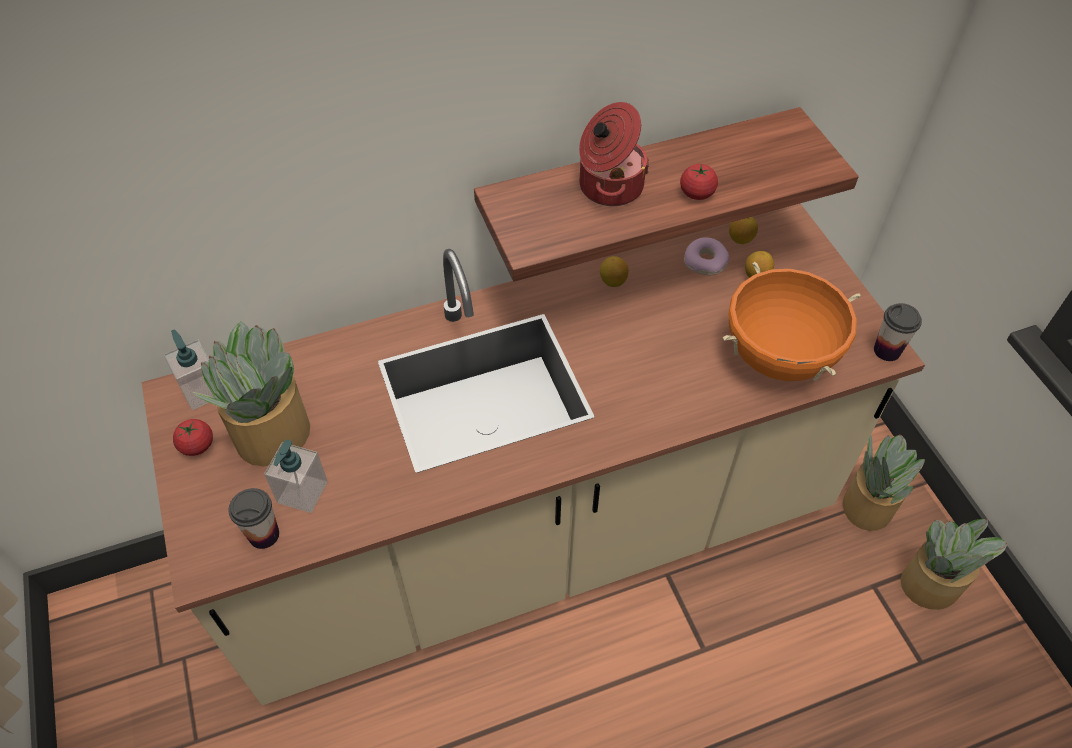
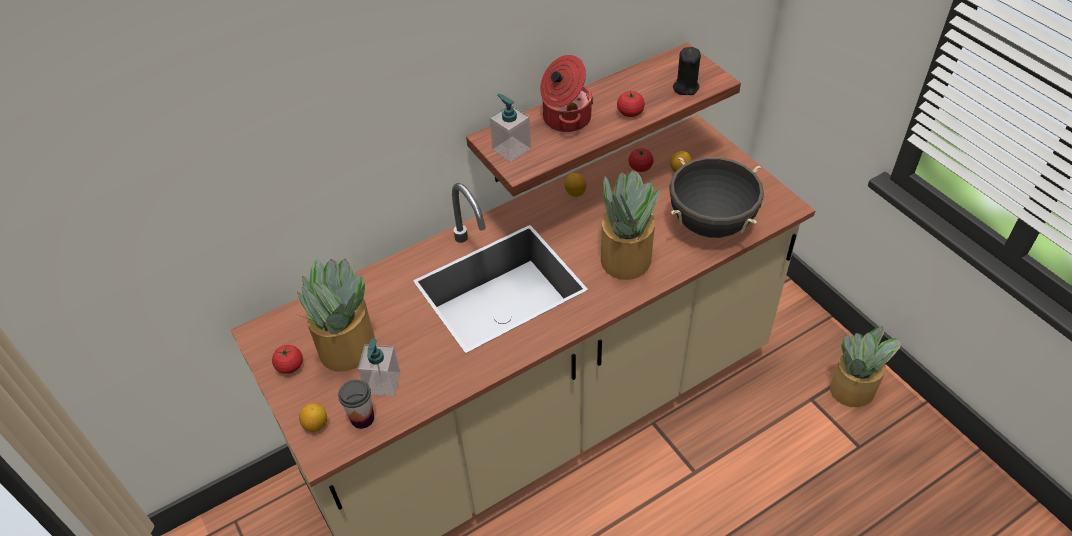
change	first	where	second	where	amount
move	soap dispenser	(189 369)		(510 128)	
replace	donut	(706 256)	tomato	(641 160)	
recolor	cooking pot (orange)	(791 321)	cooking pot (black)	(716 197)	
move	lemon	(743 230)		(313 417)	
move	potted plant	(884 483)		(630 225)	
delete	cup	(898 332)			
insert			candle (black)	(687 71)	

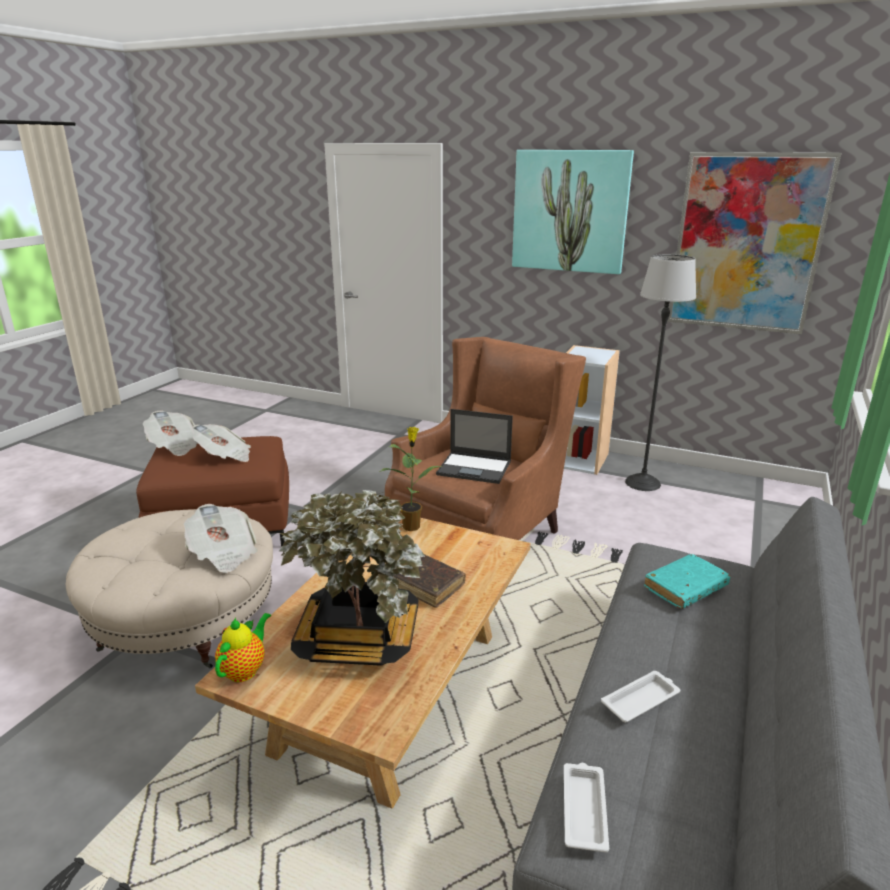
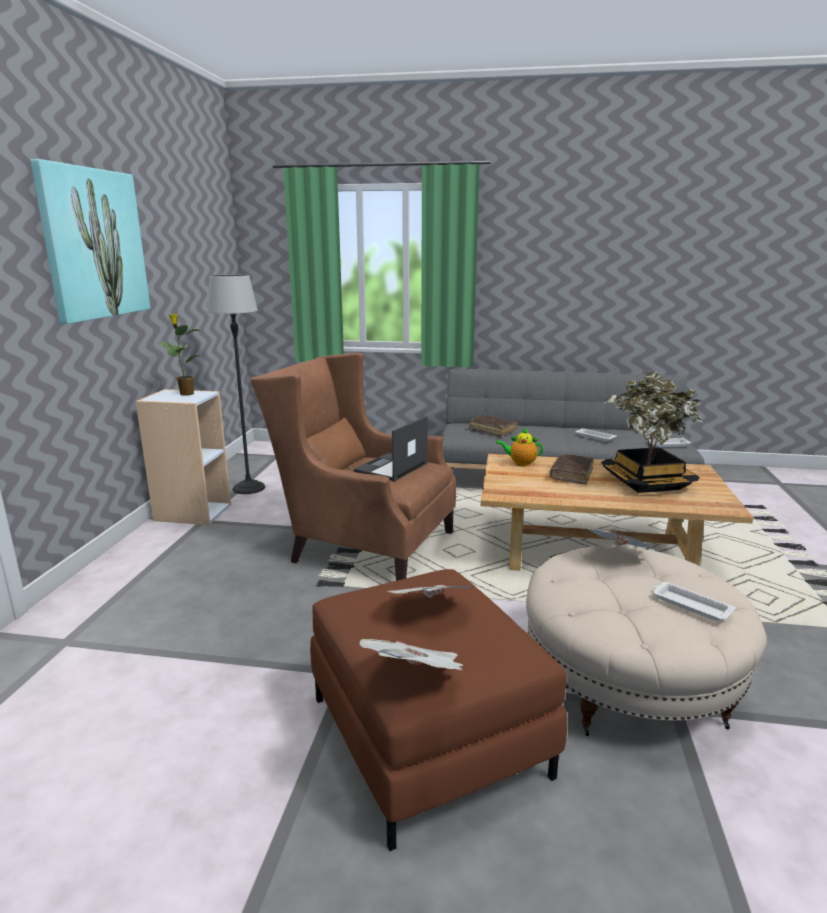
change	first	where	second	where	amount
move	teapot	(243 647)		(519 446)	
move	potted plant	(411 479)		(179 355)	
rotate	laptop	(474 446)		(390 448)	150 degrees counterclockwise
recolor	book (turquoise)	(687 581)	book (brown)	(493 425)	
delete	picture	(754 243)			
insert			tray (white)	(694 601)	

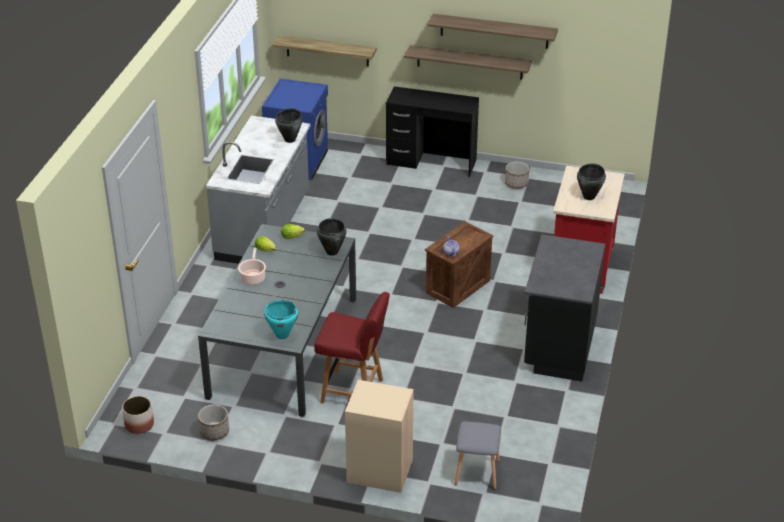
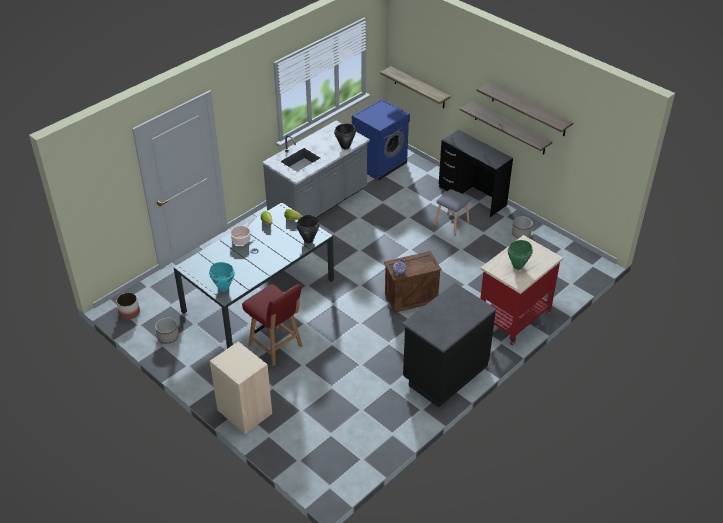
change	first	where	second	where	amount
move	stool (grey)	(477 455)		(452 212)	
recolor	cooking pot (black)	(591 181)	cooking pot (green)	(520 255)	

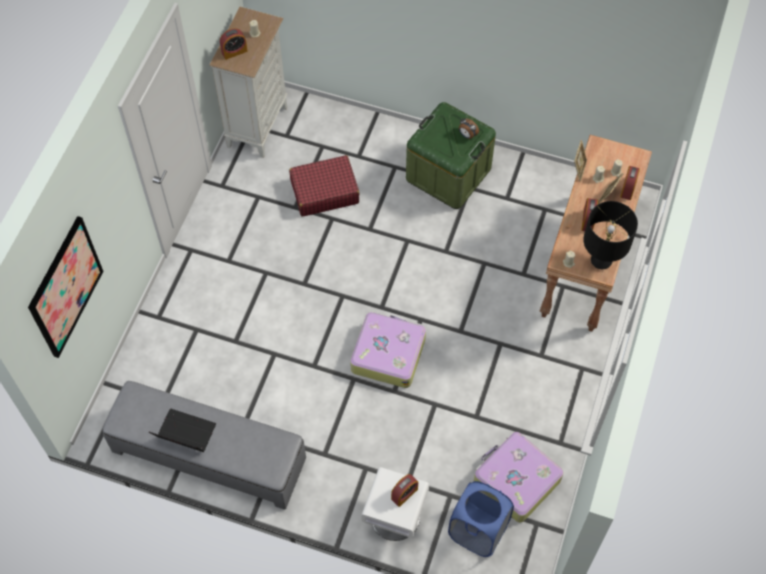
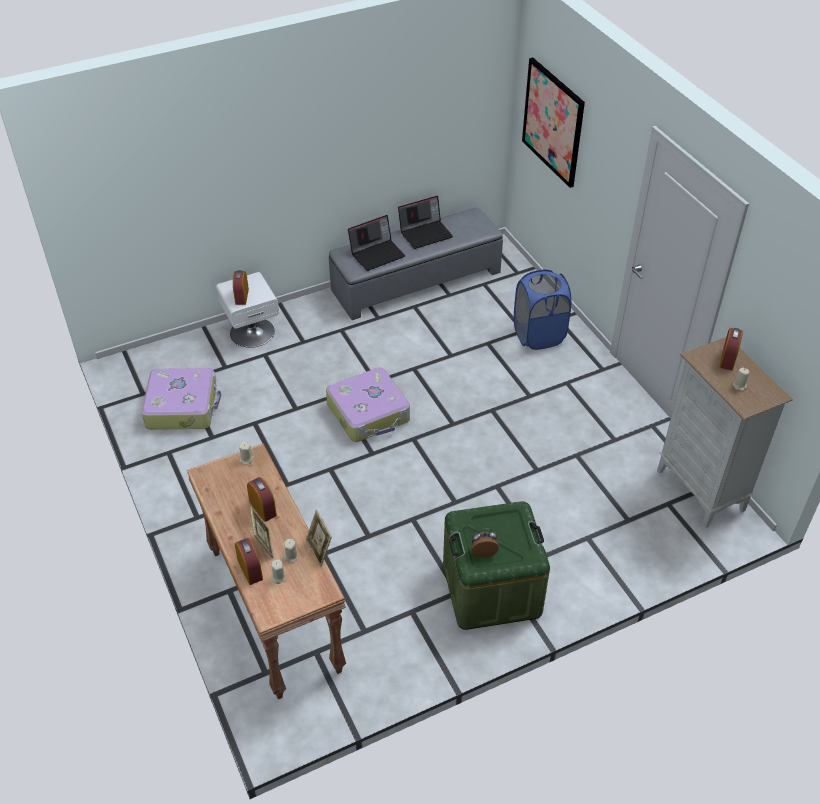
change	first	where	second	where	amount
delete	suitcase (red)	(324 186)			
move	laundry basket (blue)	(481 519)		(542 309)	
delete	table lamp (black)	(610 235)			
insert			laptop	(376 243)	

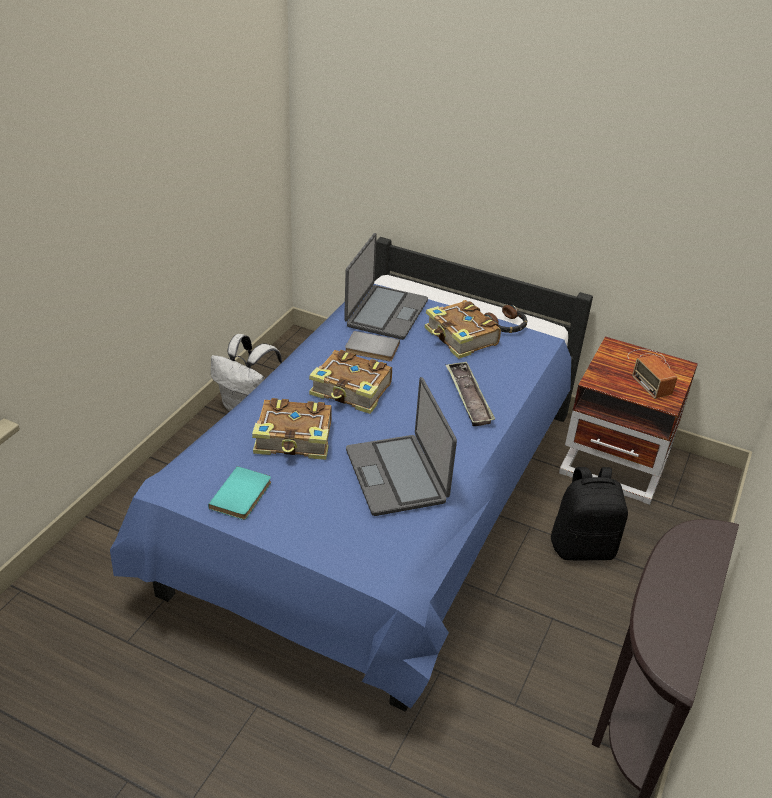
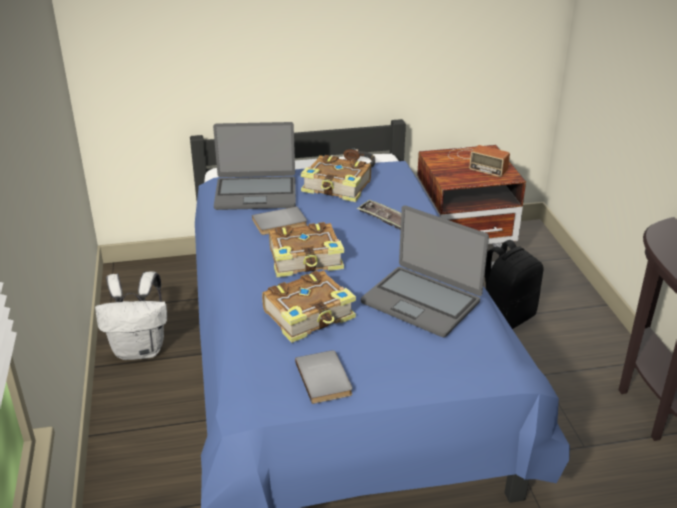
change	first	where	second	where	amount
recolor	book (turquoise)	(239 493)	book (grey)	(323 377)	
rotate	laptop	(386 286)		(254 166)	105 degrees clockwise

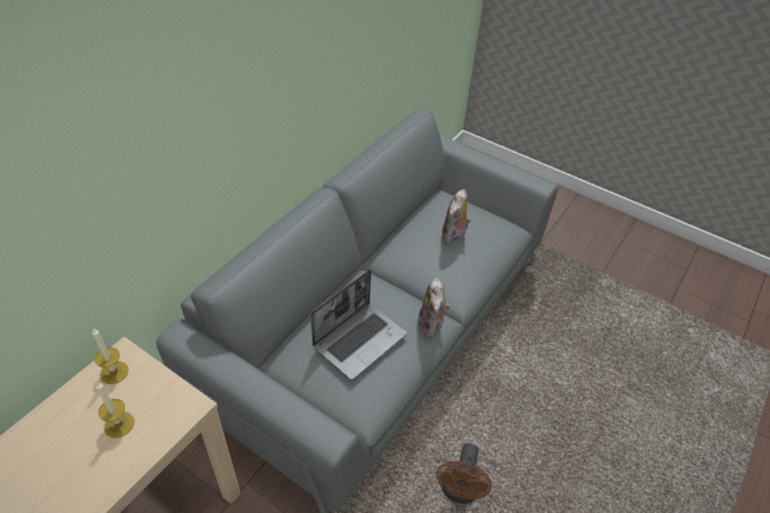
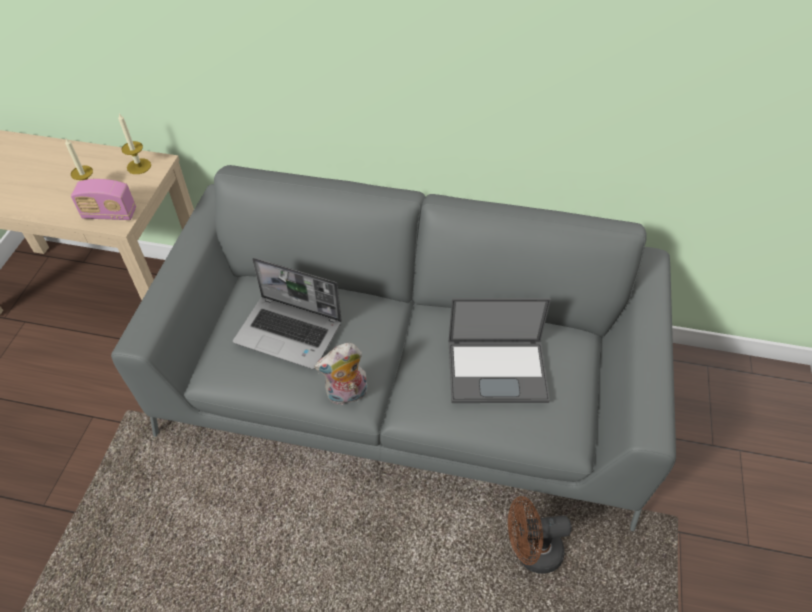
change	first	where	second	where	amount
move	fan (brown)	(464 473)		(540 535)	
replace	plush toy	(456 217)	laptop	(500 350)	
insert			radio	(103 199)	

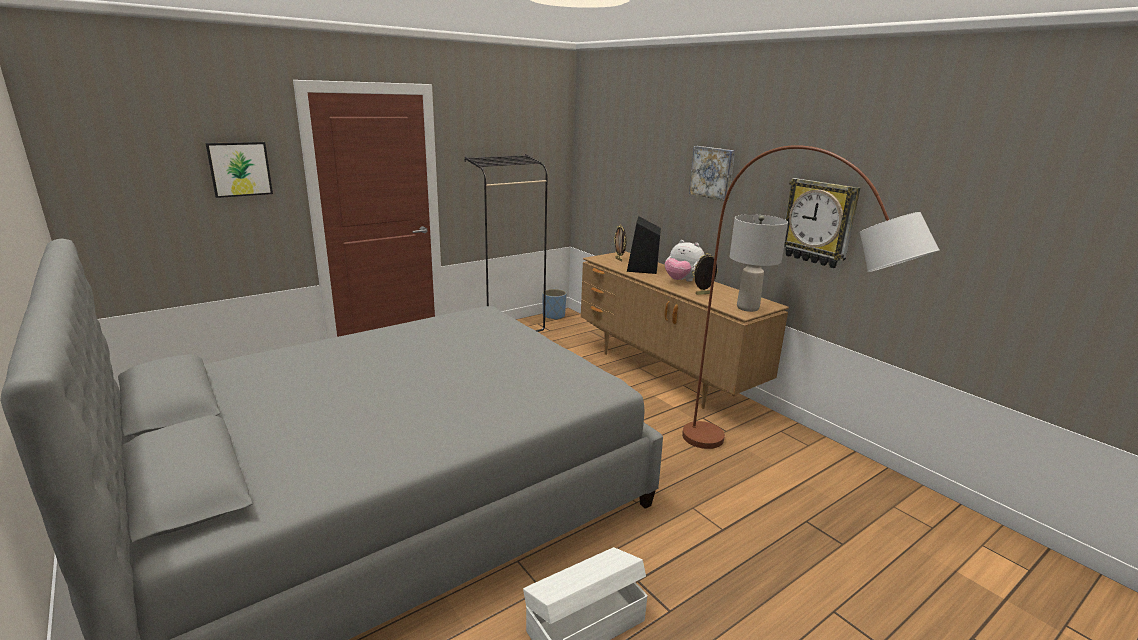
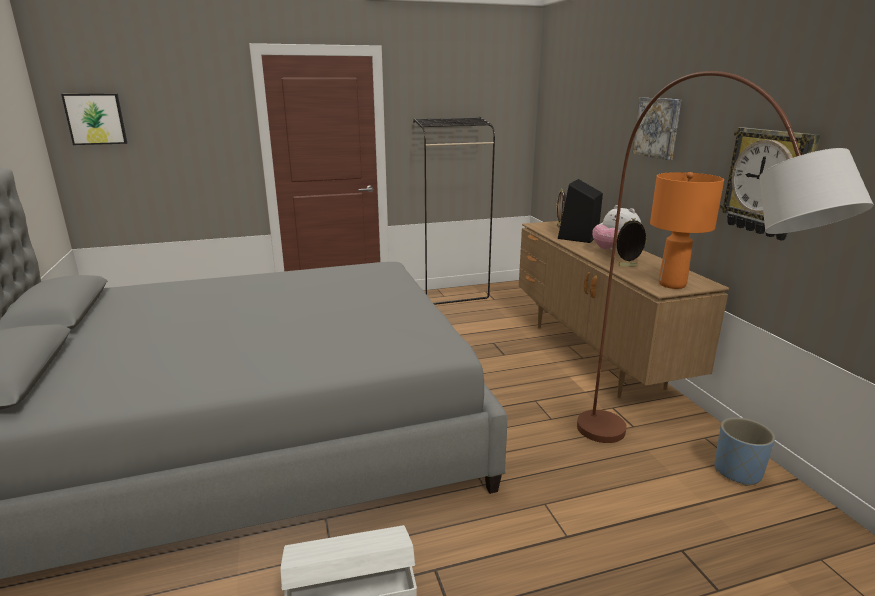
change	first	where	second	where	amount
move	picture	(239 170)		(94 119)	
move	planter (blue)	(554 304)		(745 451)	
recolor	table lamp (grey)	(759 263)	table lamp (orange)	(687 230)	

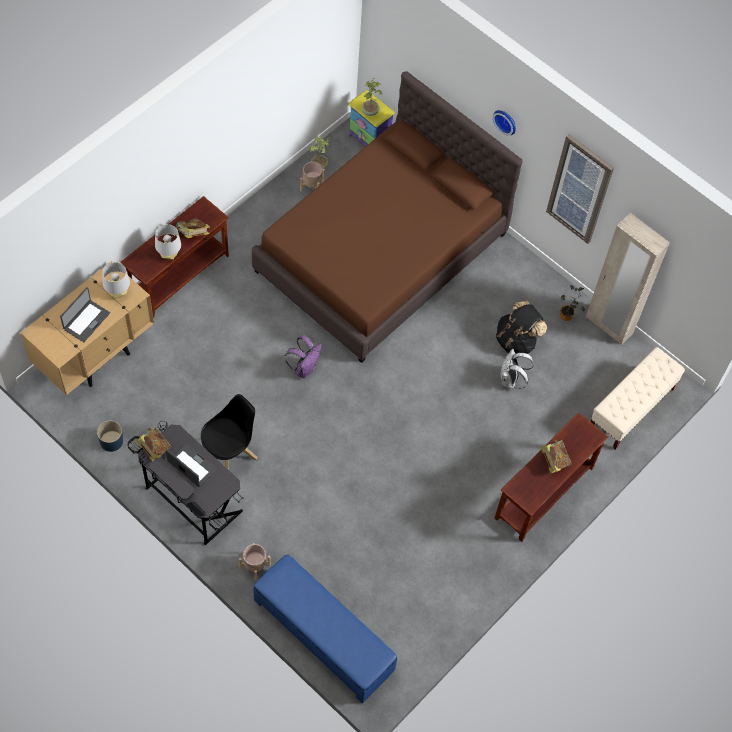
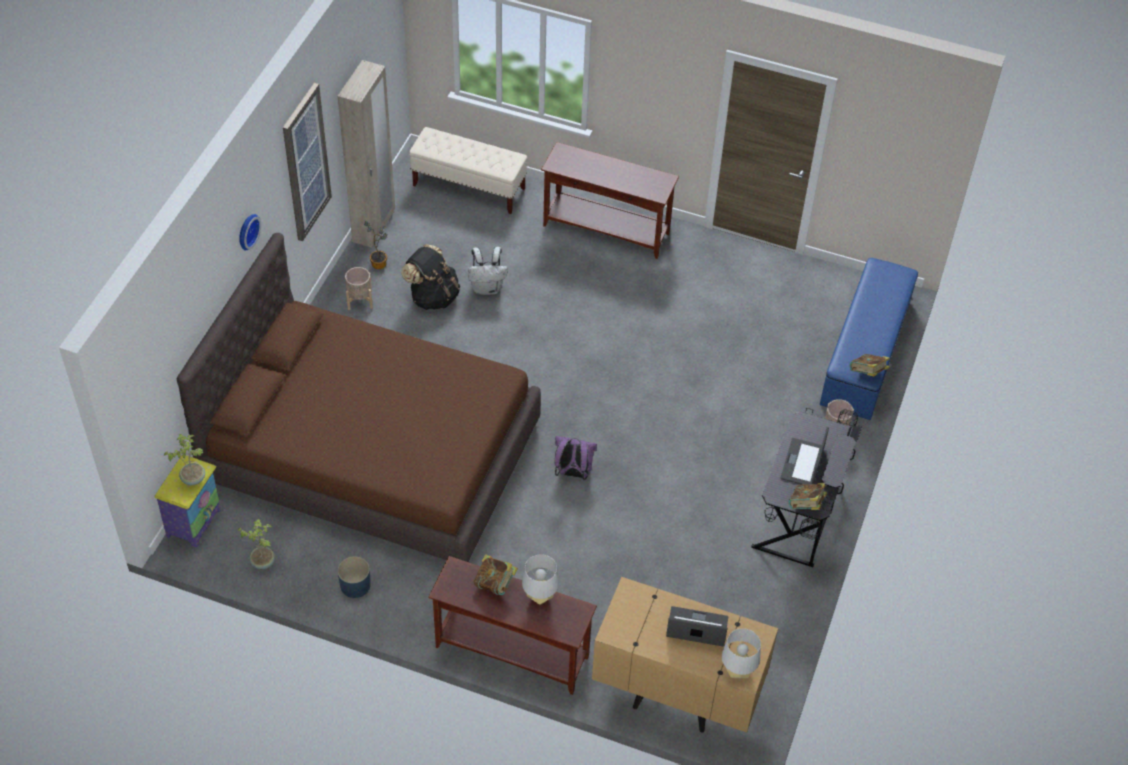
change	first	where	second	where	amount
move	planter (blue)	(110 436)		(354 577)	
move	table lamp (grey)	(116 280)		(741 653)	
delete	chair (black)	(229 432)			
move	planter (beige)	(312 177)		(359 288)	
move	book	(556 456)		(870 365)	

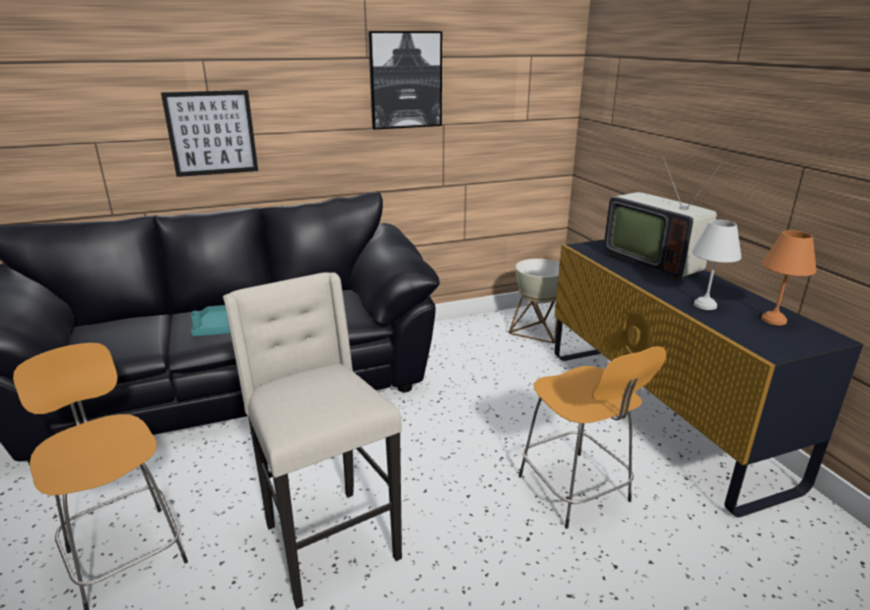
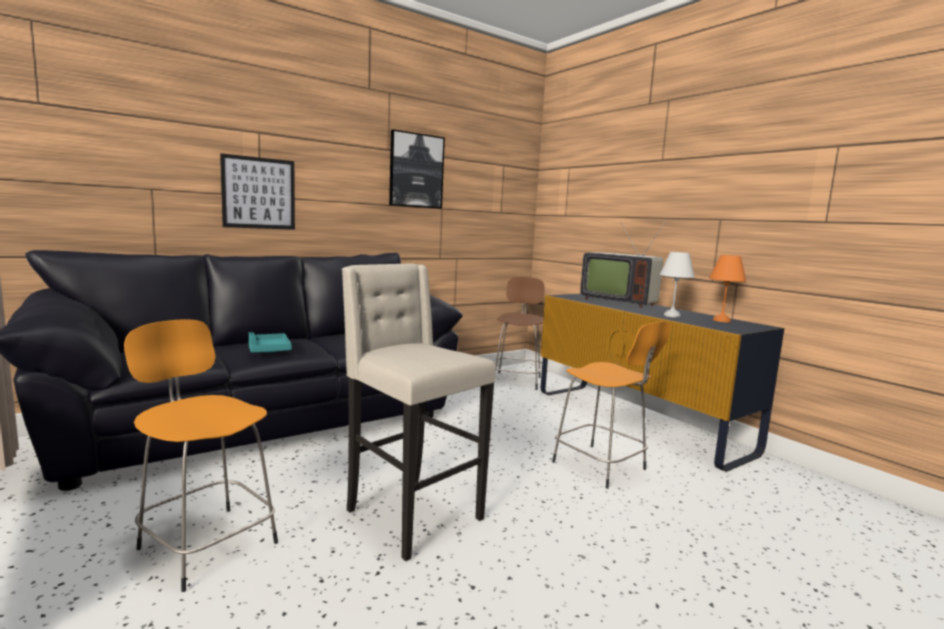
change	first	where	second	where	amount
replace	planter	(534 301)	stool (brown)	(520 333)	

